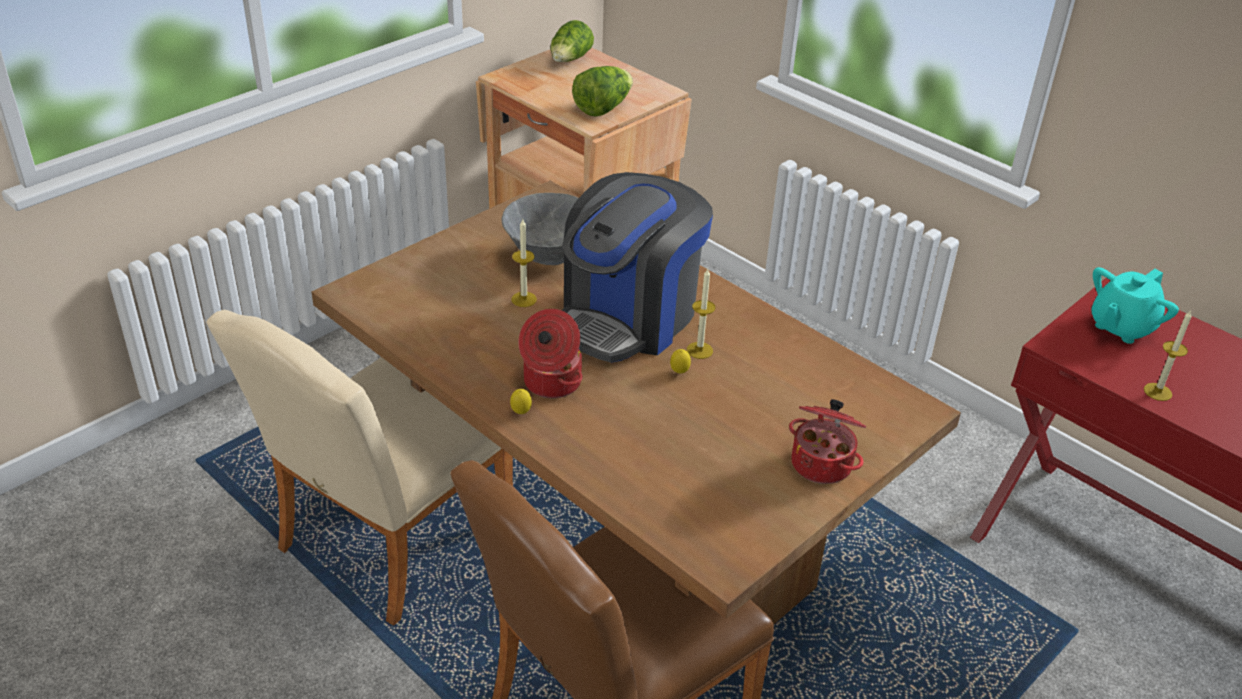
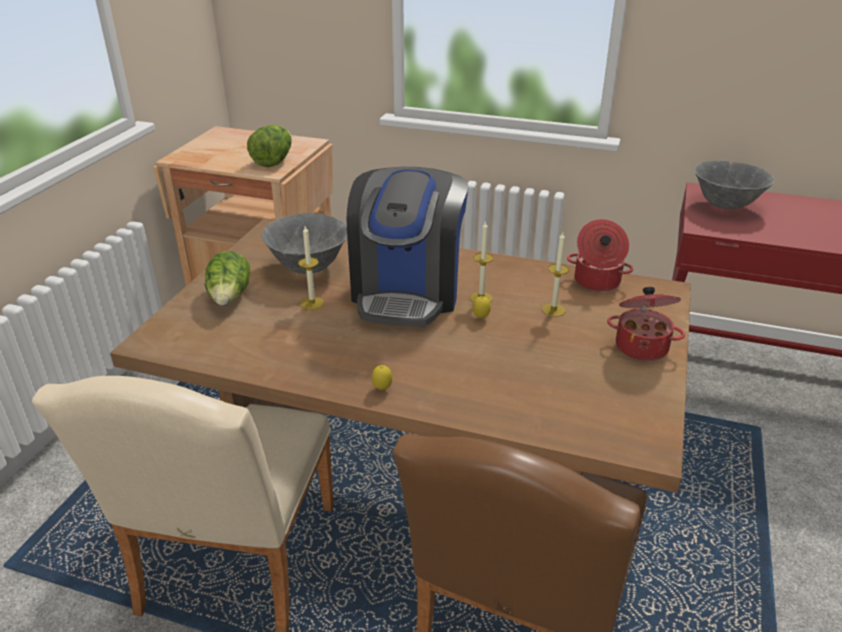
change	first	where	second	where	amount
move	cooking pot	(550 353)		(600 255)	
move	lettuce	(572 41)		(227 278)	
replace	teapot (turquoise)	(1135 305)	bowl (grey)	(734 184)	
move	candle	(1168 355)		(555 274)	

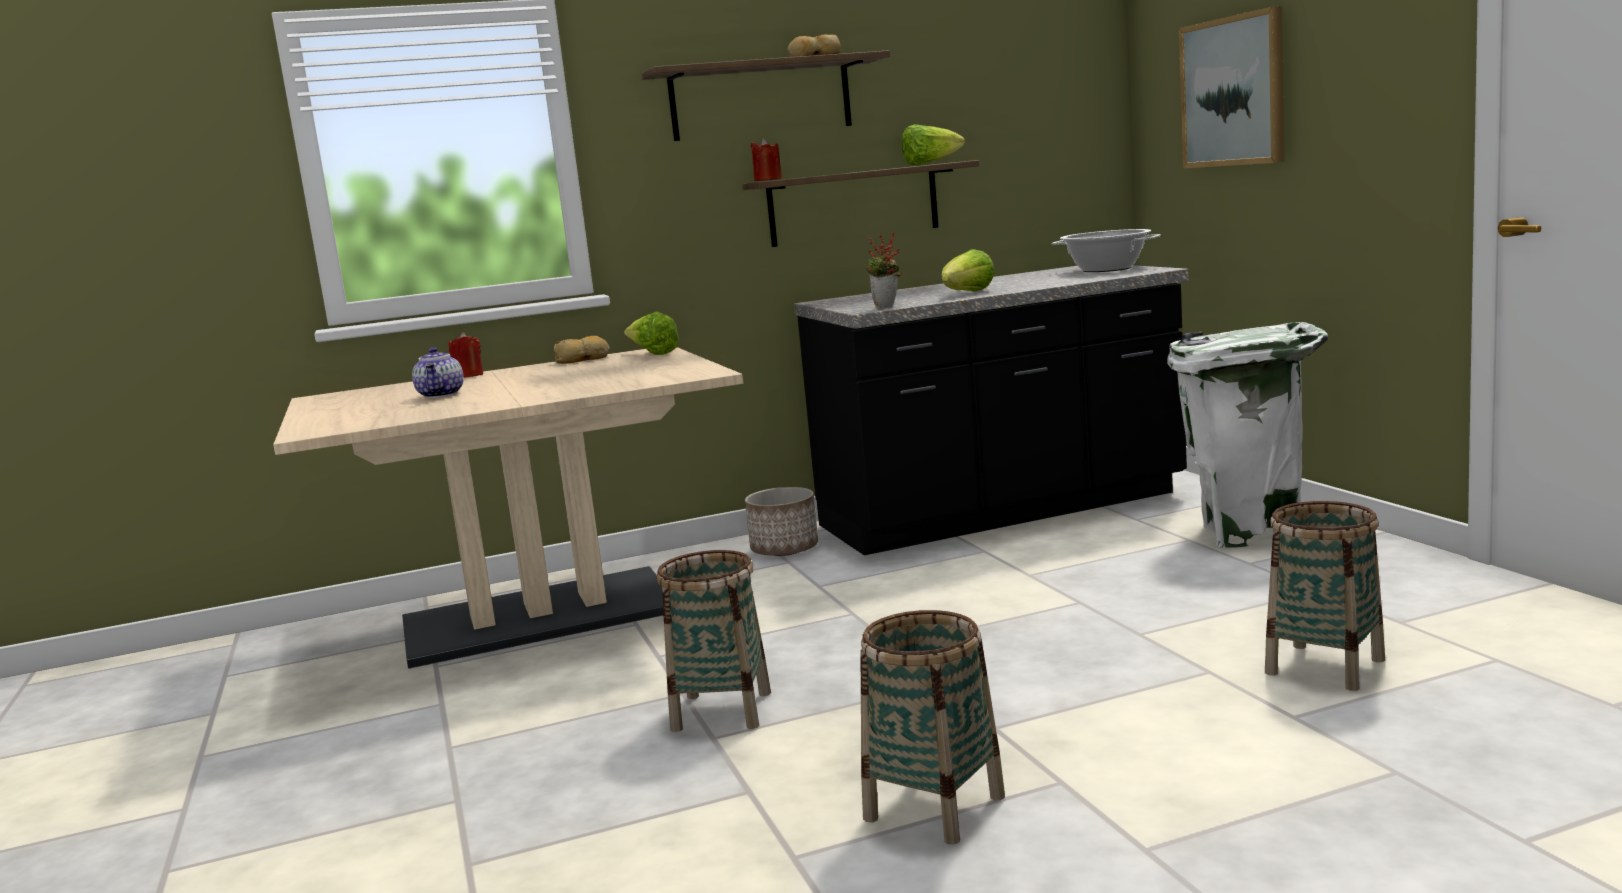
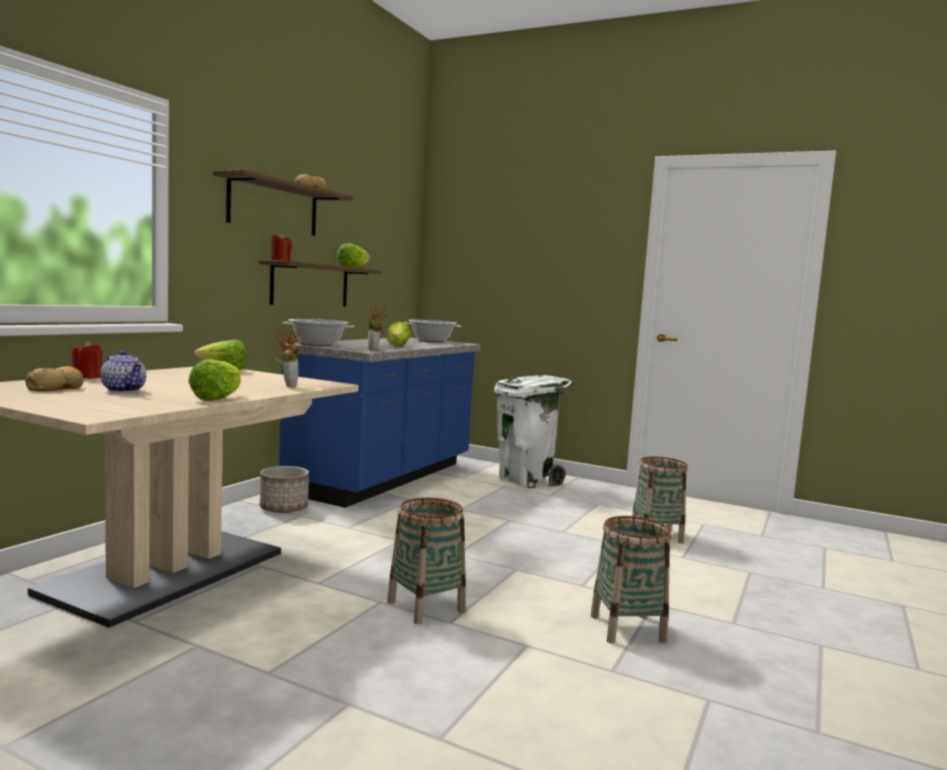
change	first	where	second	where	amount
move	bread	(581 350)		(54 378)	
recolor	counter (black)	(991 410)	counter (blue)	(379 423)	
delete	picture	(1231 87)			
insert			lettuce	(214 380)	
insert			potted plant	(289 356)	
insert			cooking pot	(318 332)	

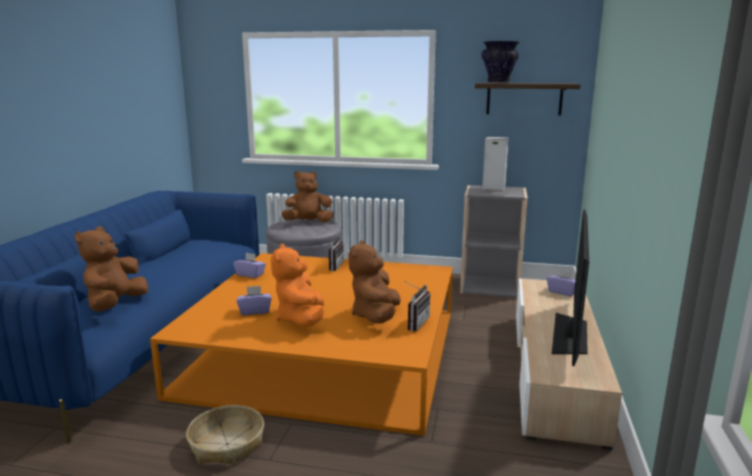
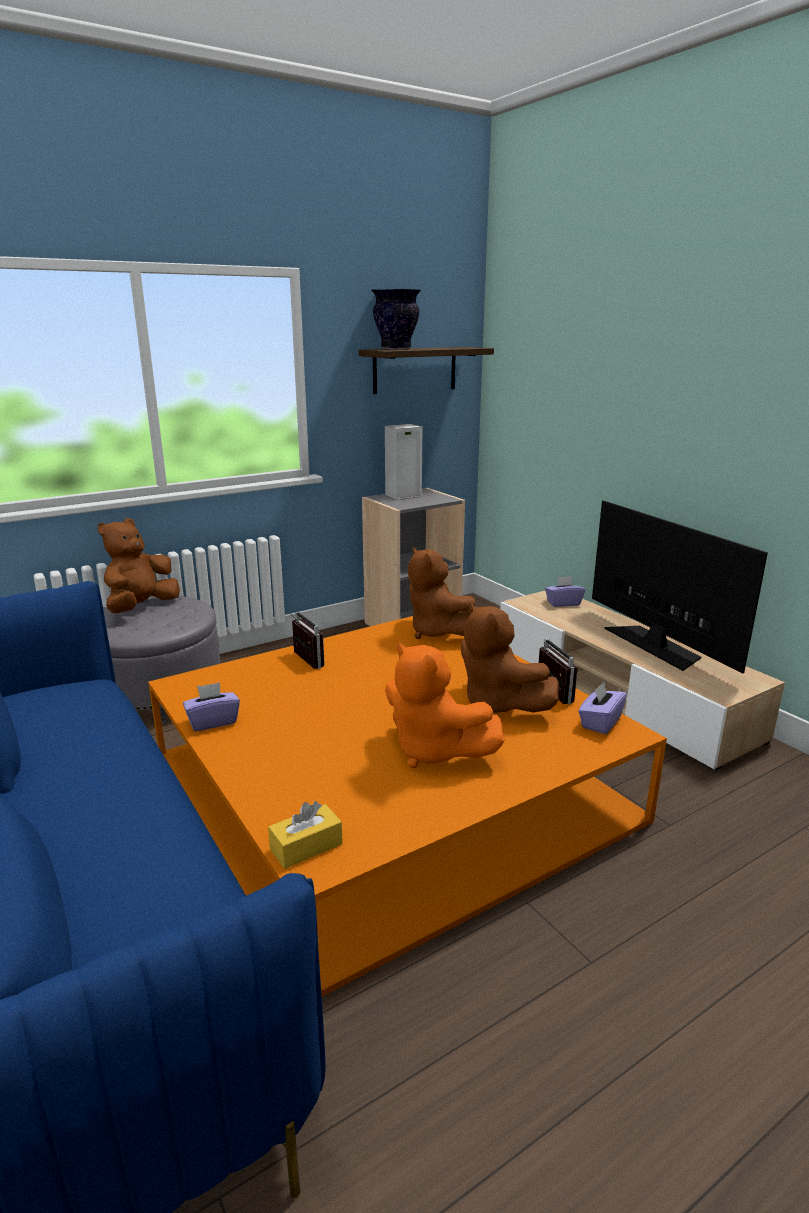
change	first	where	second	where	amount
move	plush toy (brown)	(111 269)		(442 593)	
delete	basket	(225 435)			
move	tissue box (purple)	(254 300)		(602 708)	
insert			tissue box (yellow)	(305 835)	

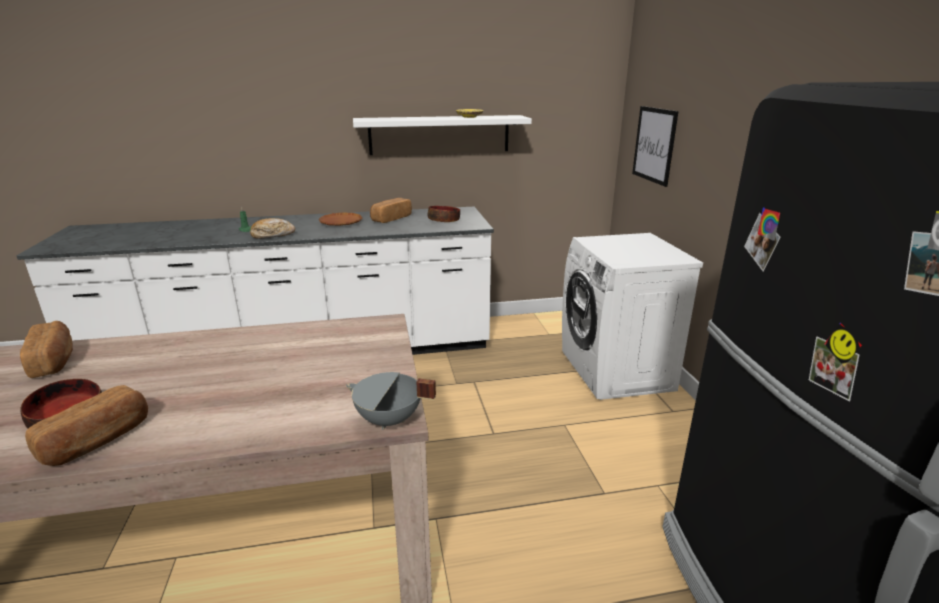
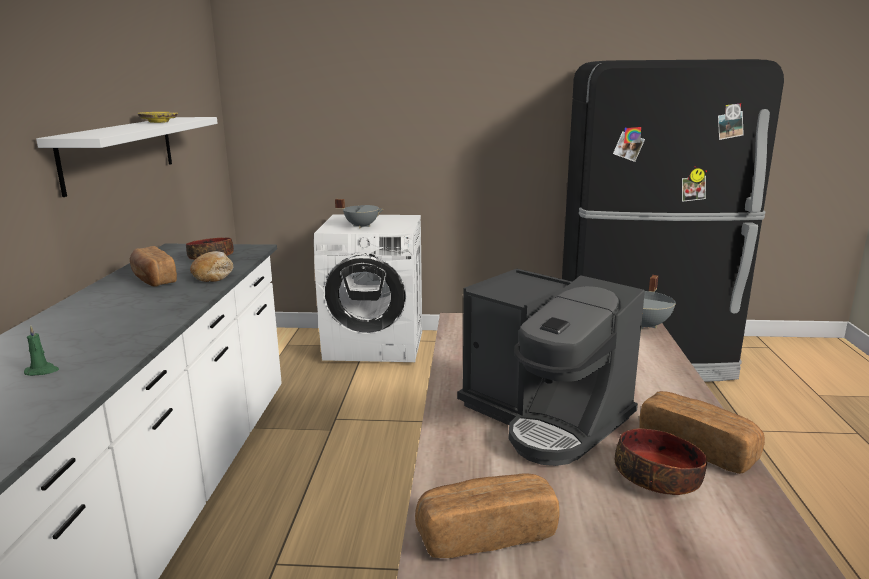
change	first	where	second	where	amount
move	bread	(272 228)		(211 266)	
delete	plate (brown)	(341 219)			
delete	picture	(655 146)			
insert			cooking pot (grey)	(359 213)	
insert			coffee machine	(551 367)	

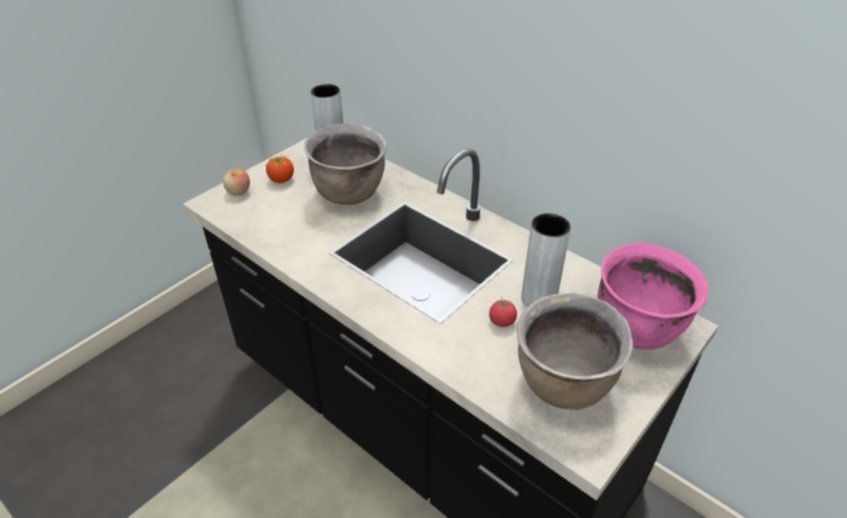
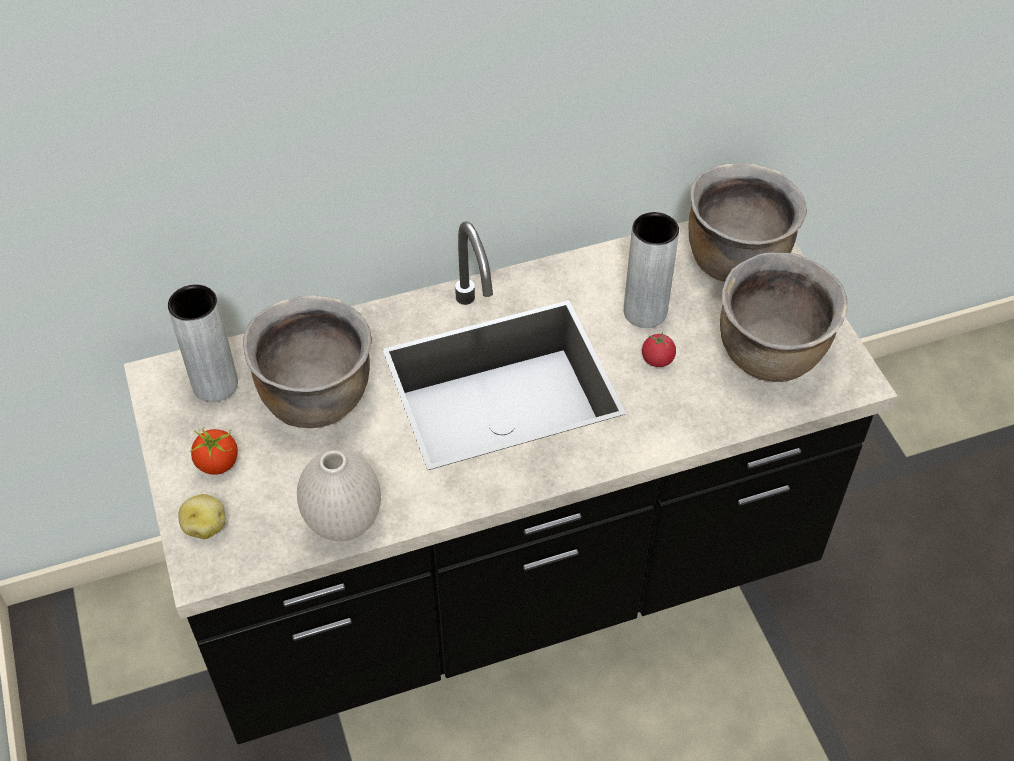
change	first	where	second	where	amount
replace	apple	(236 182)	potato	(202 516)	
recolor	cooking pot (pink)	(652 296)	cooking pot (brown)	(748 222)	
insert			vase (white)	(339 495)	

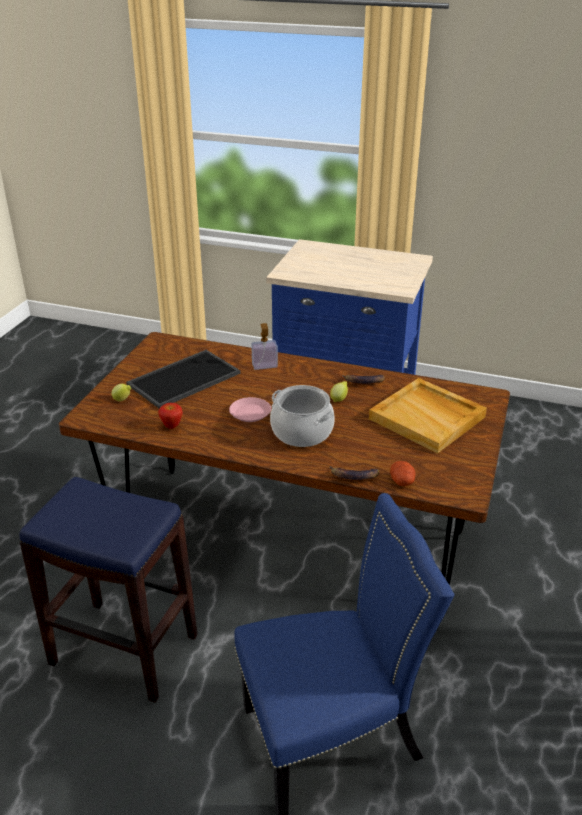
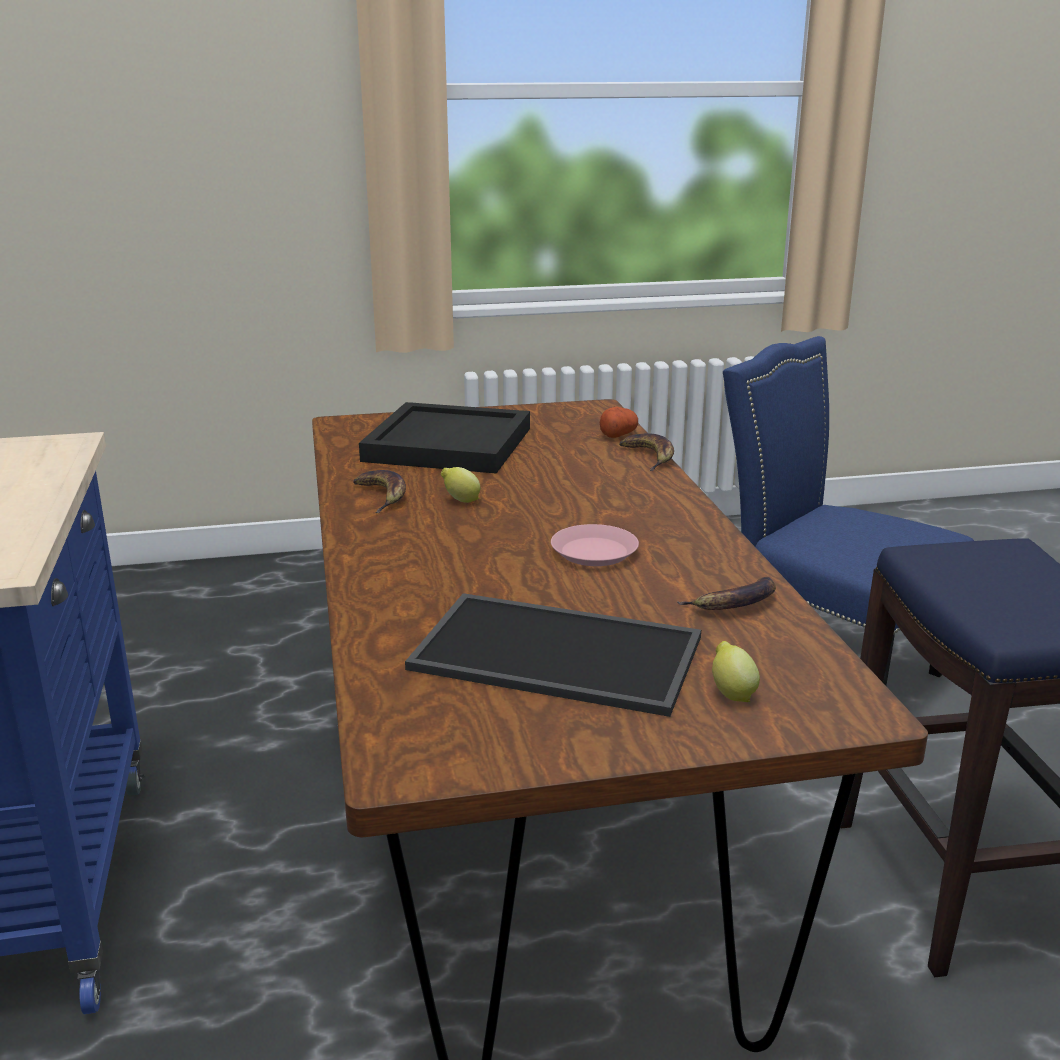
change	first	where	second	where	amount
replace	apple	(170 416)	banana	(726 593)	
delete	soap dispenser	(264 346)			
delete	cooking pot	(302 416)			
recolor	tray (beige)	(428 415)	tray (black)	(444 437)	

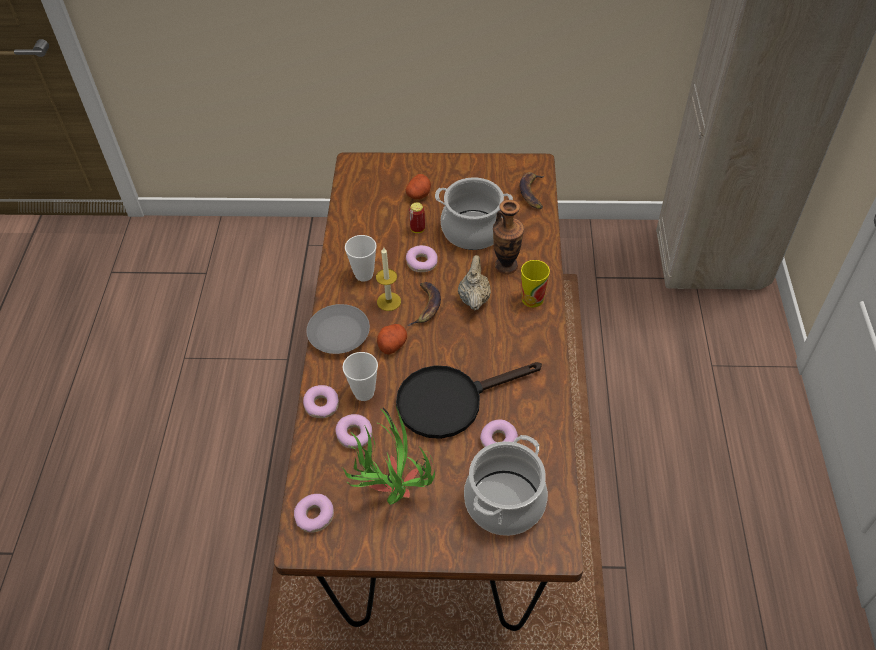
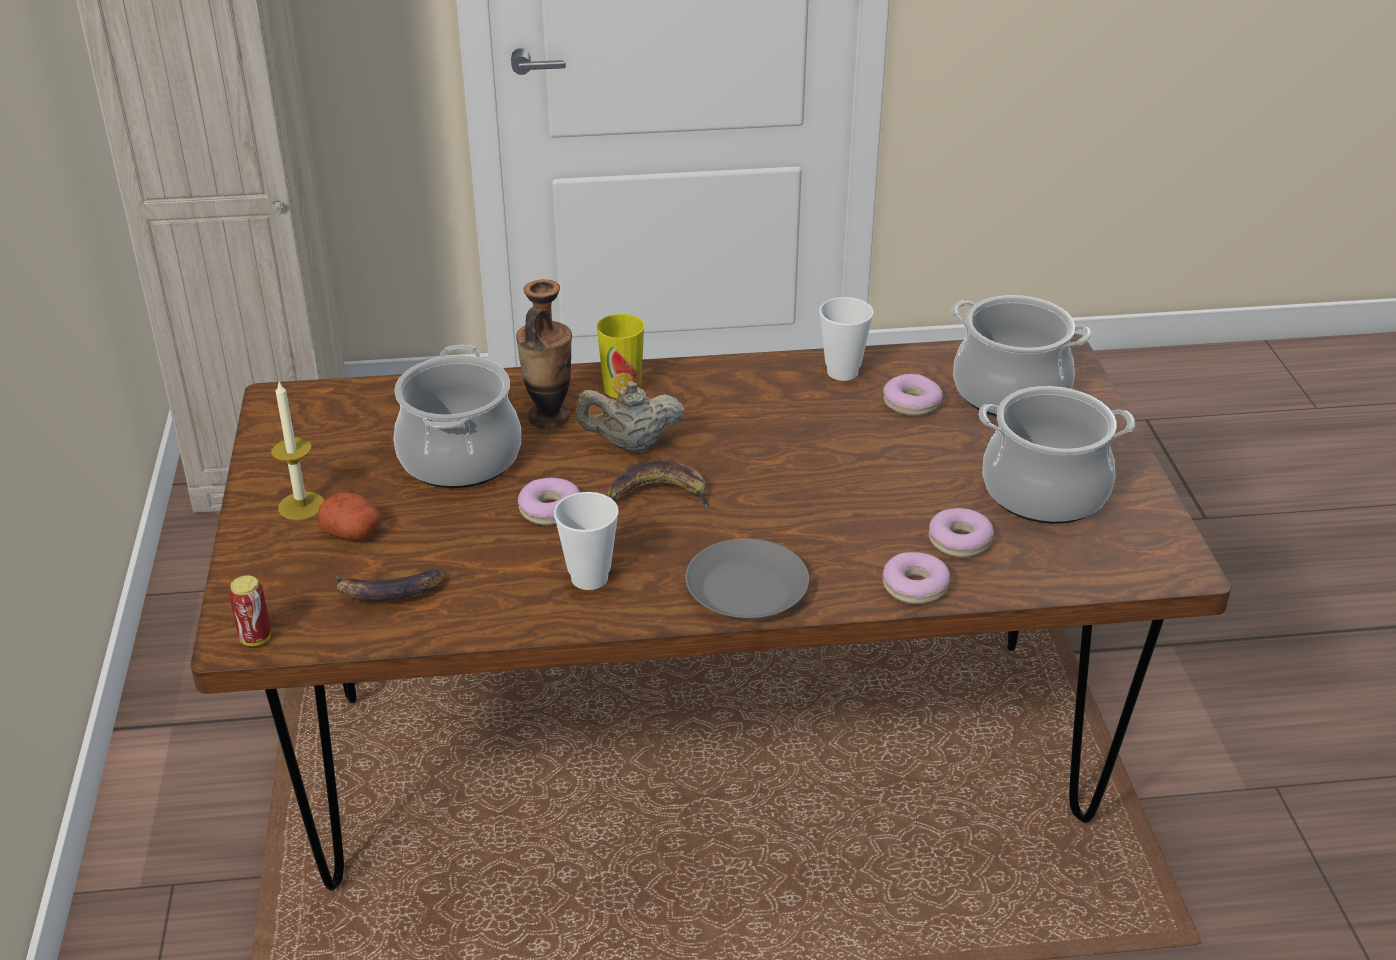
change	first	where	second	where	amount
delete	donut	(314 513)			
move	cup	(360 376)		(846 339)	
replace	potted plant	(388 455)	cooking pot	(1057 455)	
move	candle	(388 279)		(298 450)	
delete	potato	(392 339)			
delete	frying pan (black)	(469 400)			
move	can	(417 217)		(250 610)	
move	banana	(532 190)		(390 585)	

